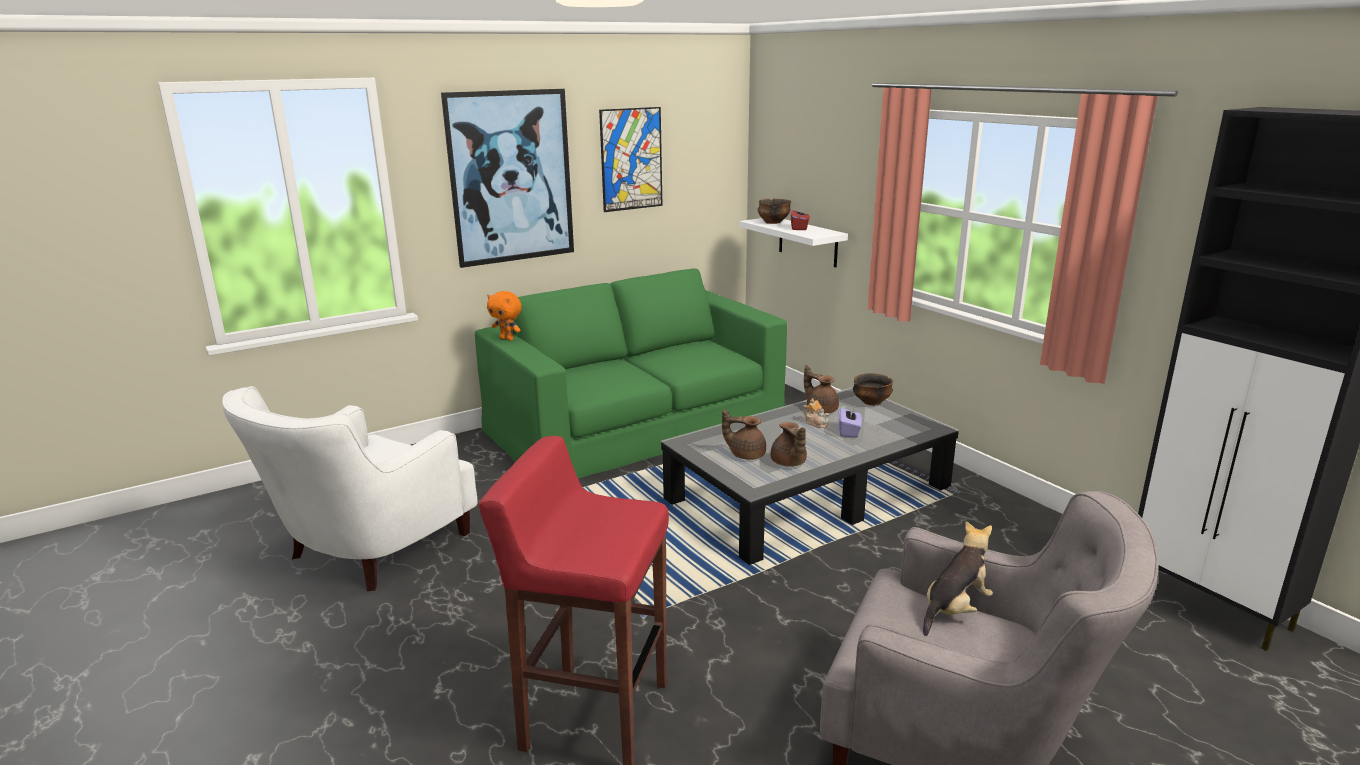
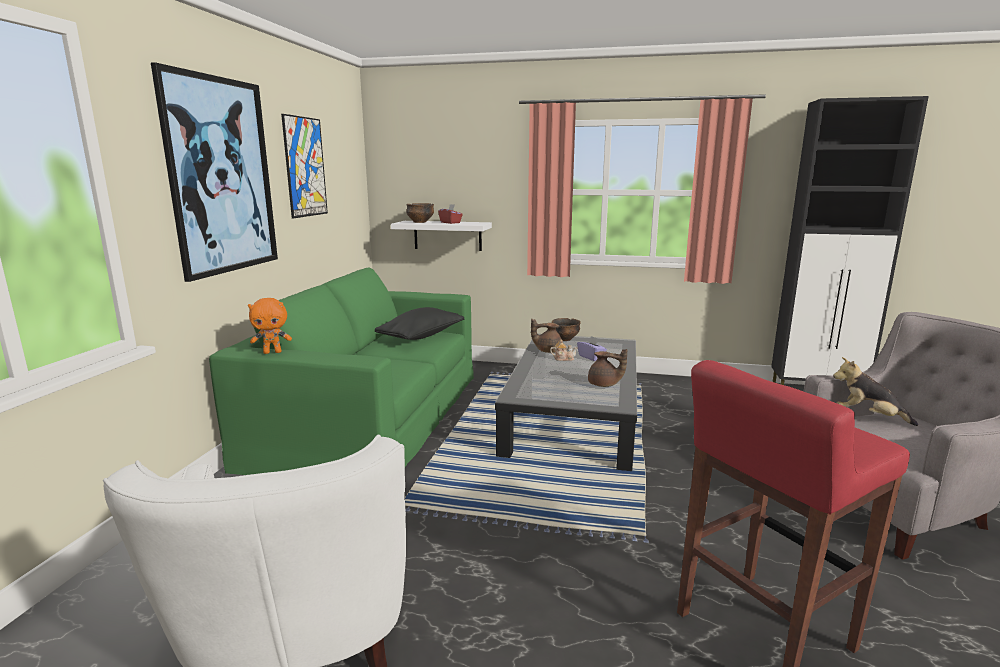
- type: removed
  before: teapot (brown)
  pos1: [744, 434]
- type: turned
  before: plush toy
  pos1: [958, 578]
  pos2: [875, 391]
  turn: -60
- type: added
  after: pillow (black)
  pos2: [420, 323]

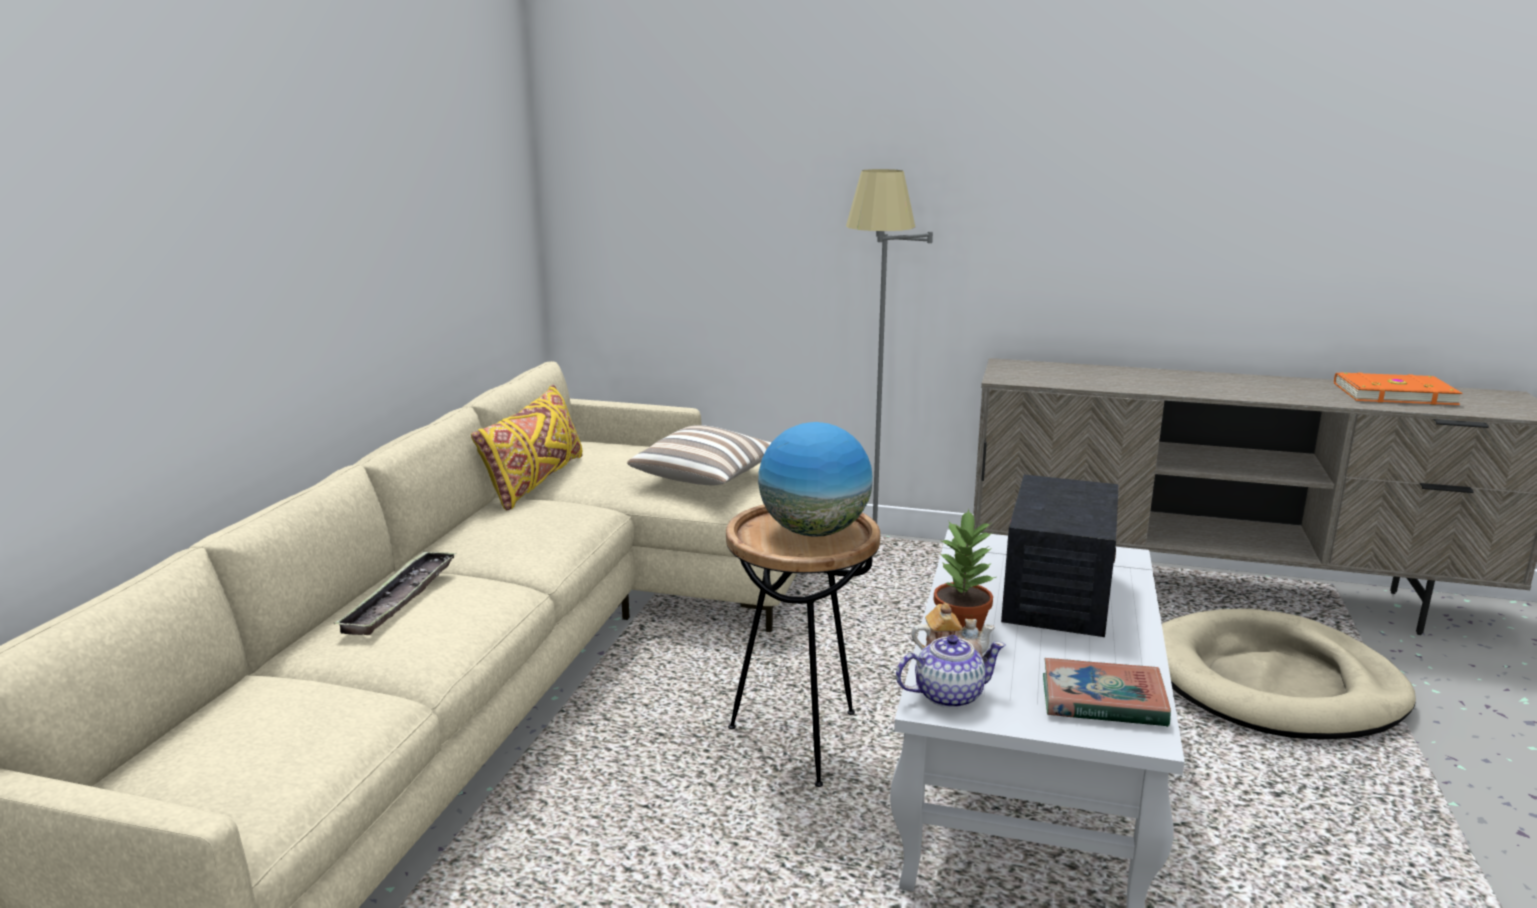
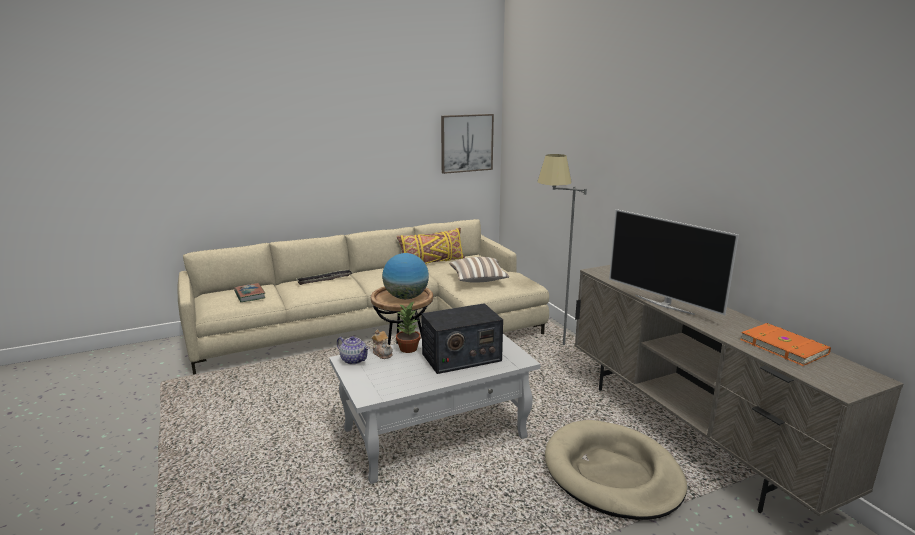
- type: moved
  before: book
  pos1: [1107, 692]
  pos2: [249, 292]
- type: added
  after: picture
  pos2: [467, 144]
- type: added
  after: television
  pos2: [674, 262]

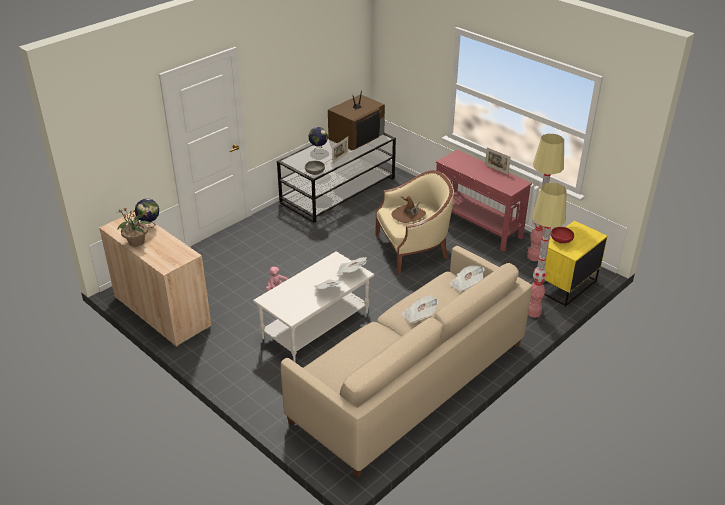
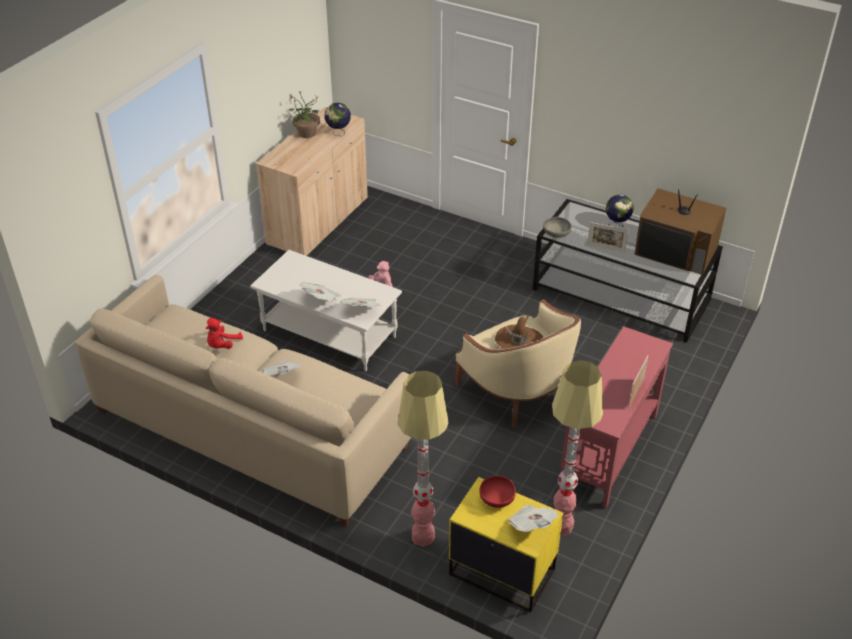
- type: moved
  before: newspaper
  pos1: [467, 278]
  pos2: [533, 518]
- type: added
  after: plush toy (red)
  pos2: [224, 333]

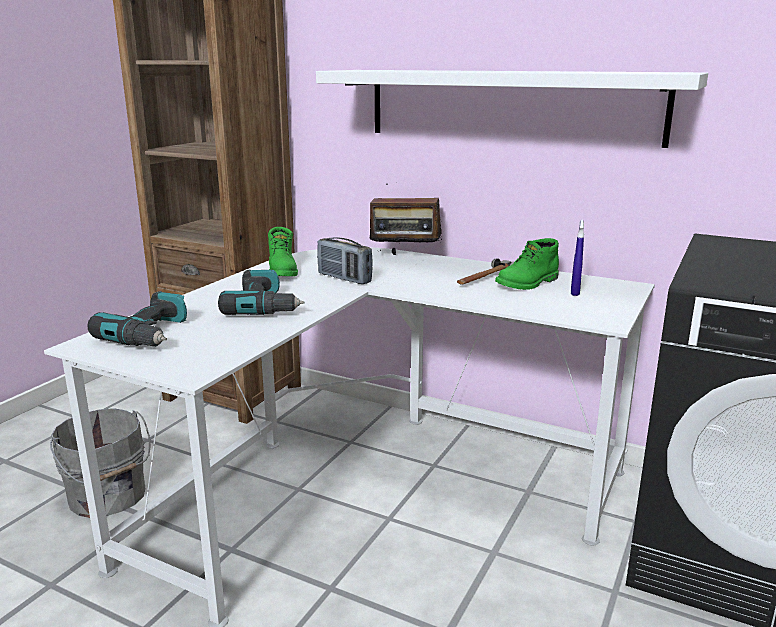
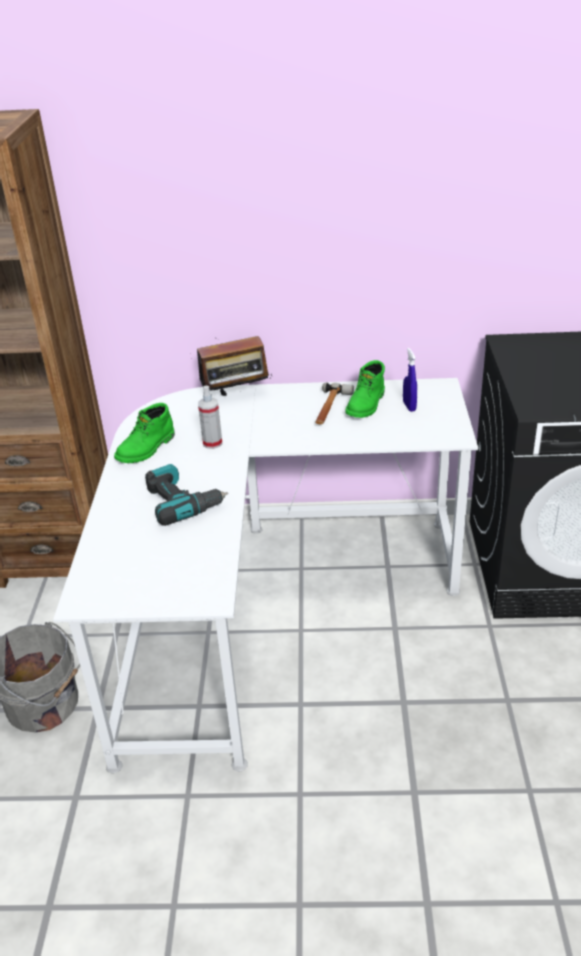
- type: removed
  before: power drill
  pos1: [137, 319]
- type: turned
  before: boot (green)
  pos1: [283, 251]
  pos2: [144, 433]
  turn: 75
- type: removed
  before: shelf (white)
  pos1: [512, 109]
- type: replaced
  before: radio
  after: spray bottle
  pos1: [345, 261]
  pos2: [210, 417]

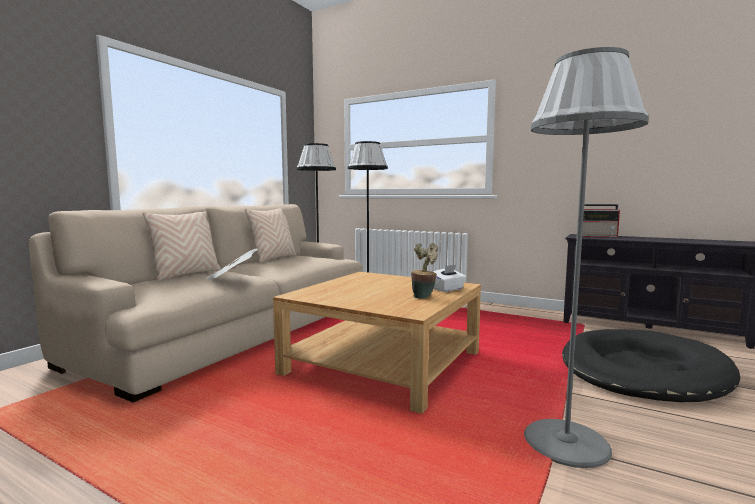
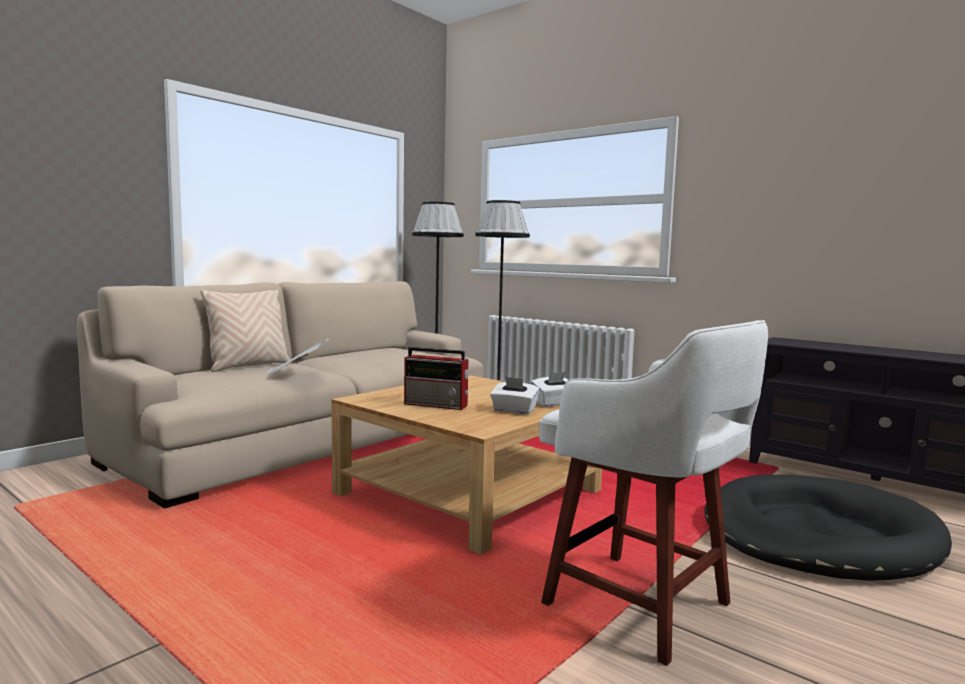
- type: removed
  before: pillow (beige)
  pos1: [270, 235]
- type: replaced
  before: potted plant
  after: tissue box (white)
  pos1: [424, 270]
  pos2: [515, 395]
- type: replaced
  before: floor lamp (grey)
  after: stool (white)
  pos1: [586, 257]
  pos2: [653, 493]
- type: moved
  before: radio
  pos1: [601, 220]
  pos2: [437, 378]

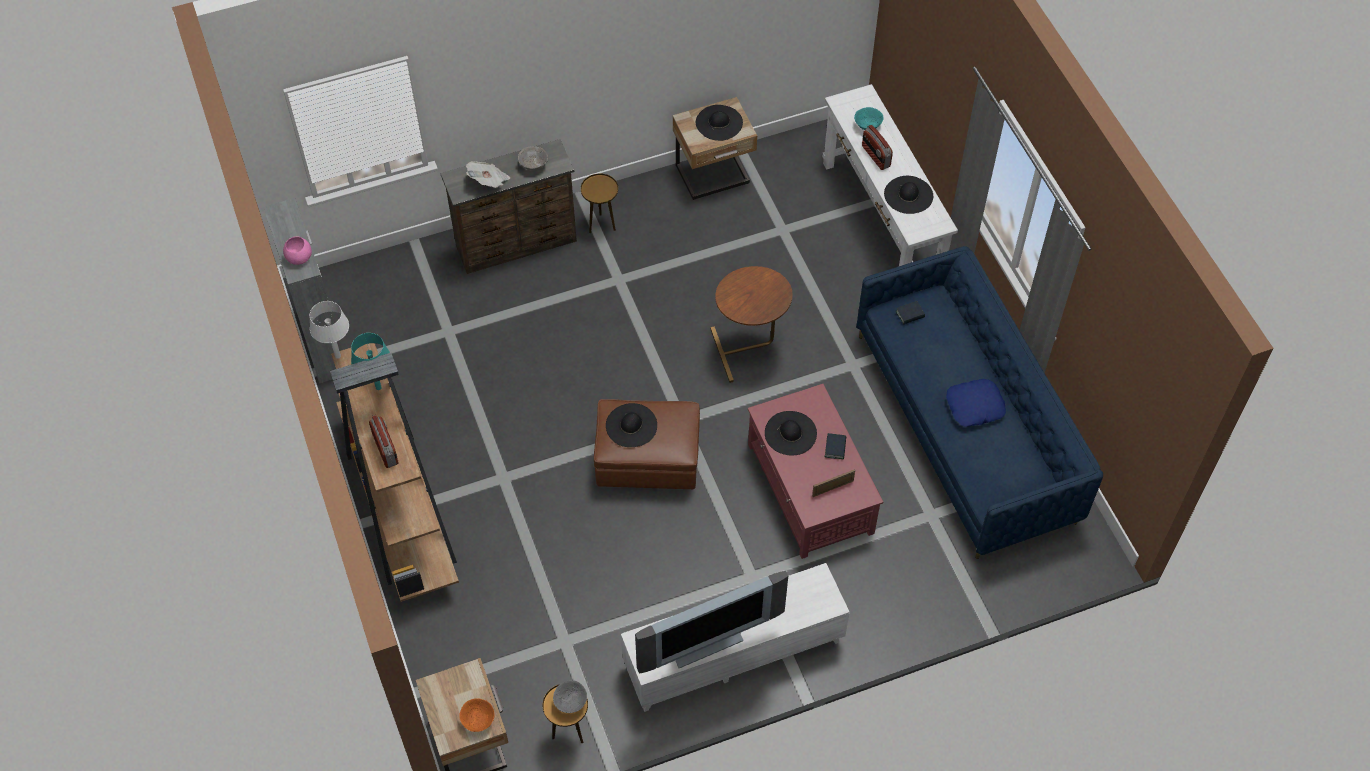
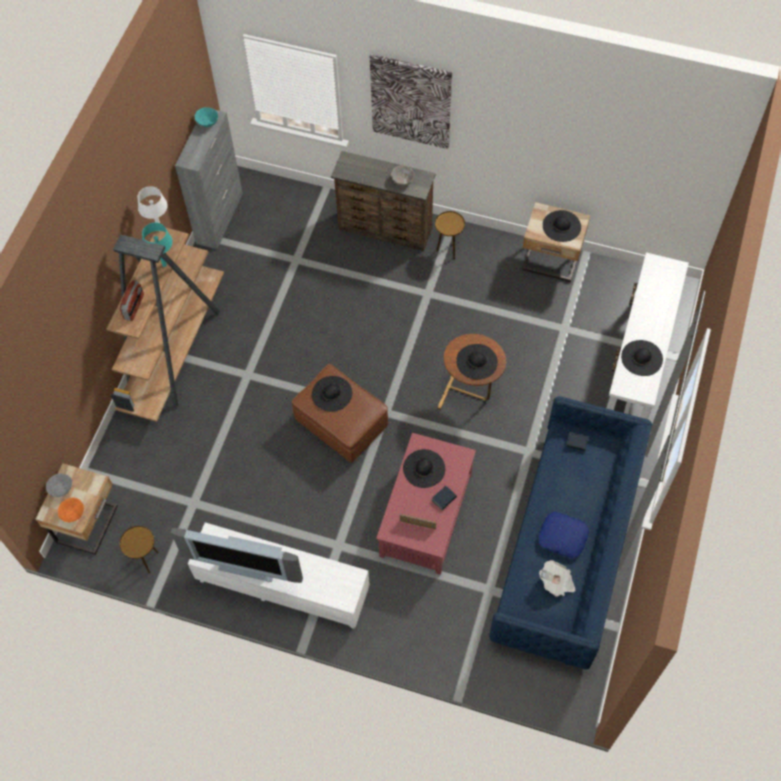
- type: removed
  before: bowl (pink)
  pos1: [297, 251]
- type: moved
  before: newspaper
  pos1: [488, 174]
  pos2: [557, 578]
- type: moved
  before: bowl (grey)
  pos1: [570, 696]
  pos2: [59, 485]
- type: moved
  before: bowl (turquoise)
  pos1: [869, 118]
  pos2: [206, 117]
- type: removed
  before: radio
  pos1: [877, 147]
- type: added
  after: picture
  pos2: [411, 101]
- type: added
  after: hat (black)
  pos2: [477, 361]

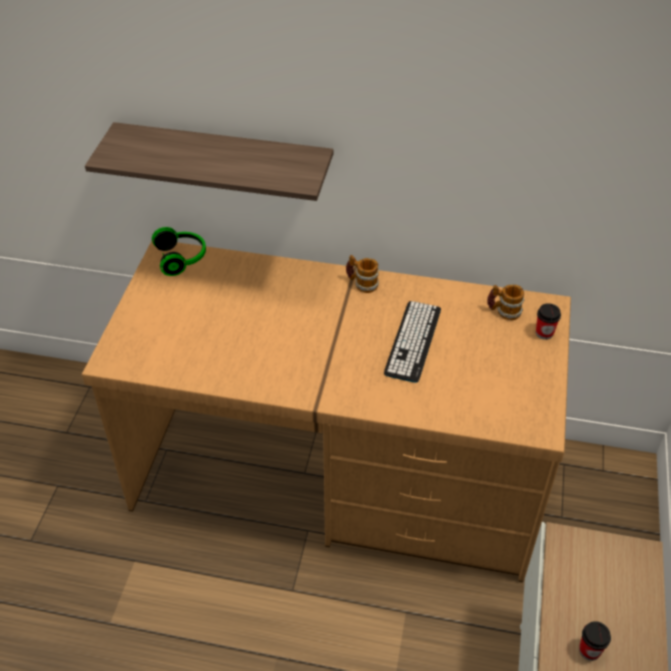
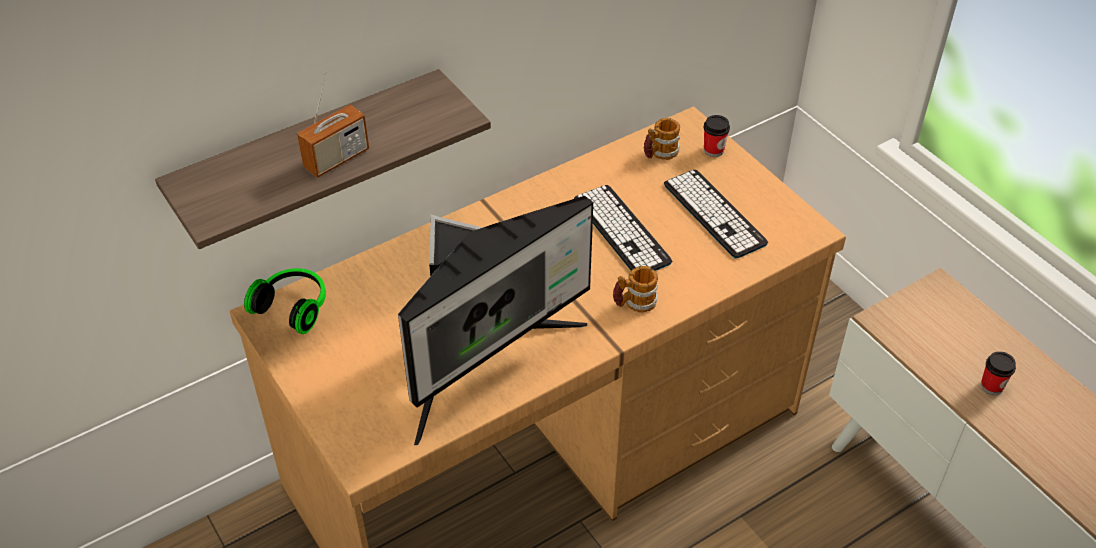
- type: moved
  before: mug
  pos1: [362, 274]
  pos2: [635, 289]
- type: added
  after: radio
  pos2: [333, 124]
- type: added
  after: monitor
  pos2: [495, 320]
- type: added
  after: keyboard
  pos2: [716, 214]

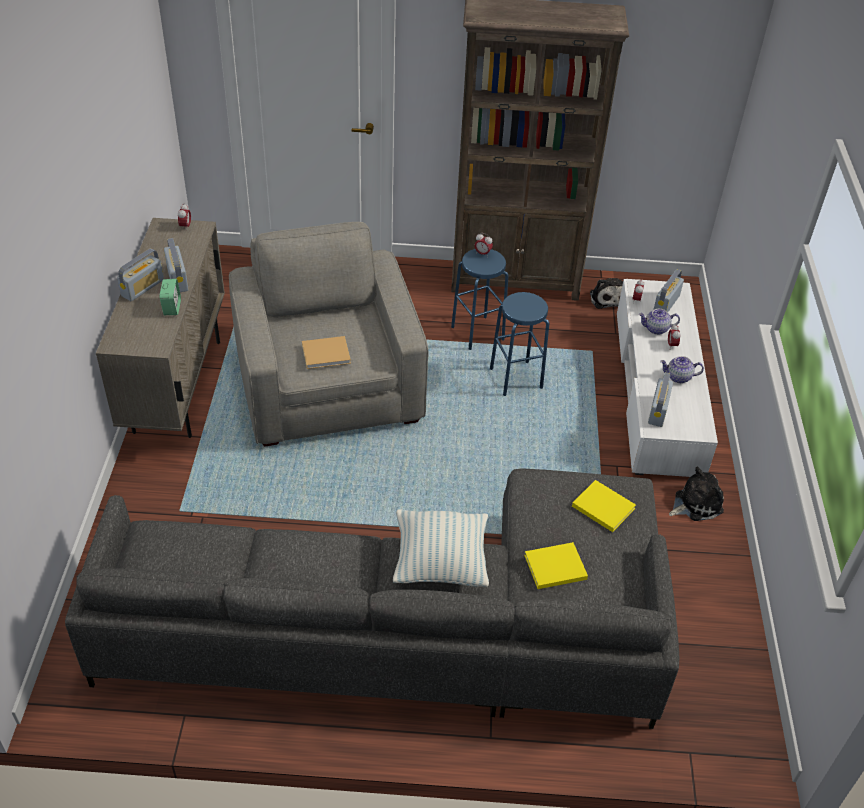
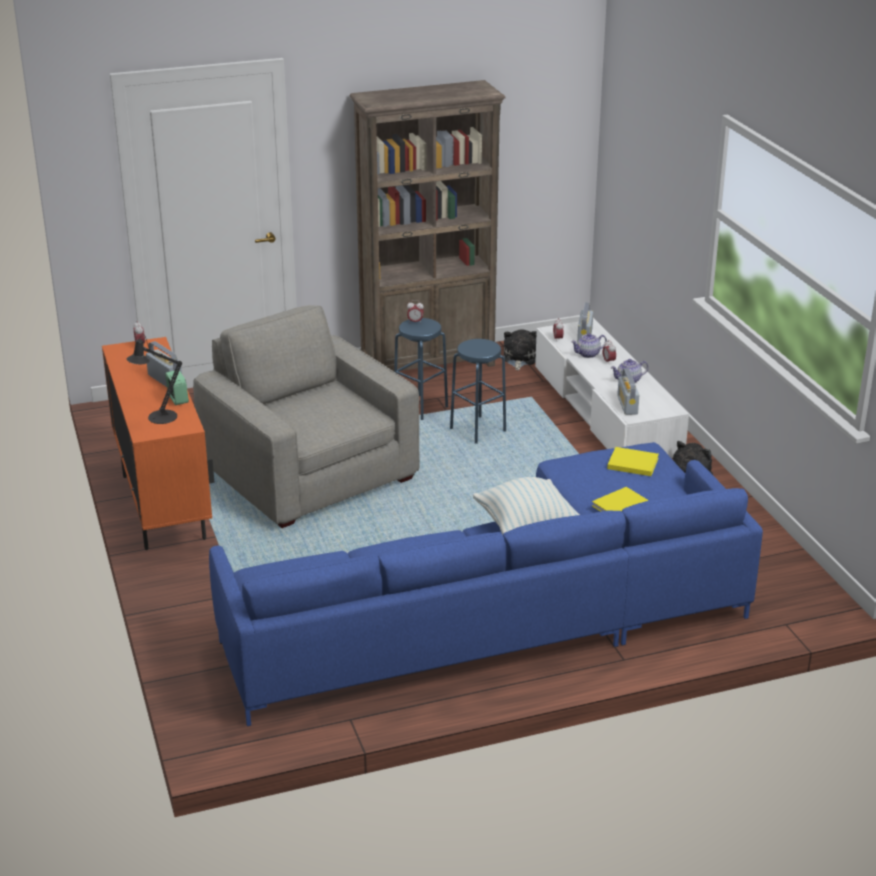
- type: recoloured
  before: sofa (grey)
  after: sofa (blue)
  pos1: [372, 598]
  pos2: [486, 584]
- type: recoloured
  before: cabinet (beige)
  after: cabinet (orange)
  pos1: [160, 328]
  pos2: [158, 443]
- type: removed
  before: radio
  pos1: [140, 275]
- type: removed
  before: book (beige)
  pos1: [326, 352]
- type: turned
  before: plush toy
  pos1: [606, 293]
  pos2: [520, 350]
  turn: -135
- type: added
  after: table lamp (black)
  pos2: [154, 379]

